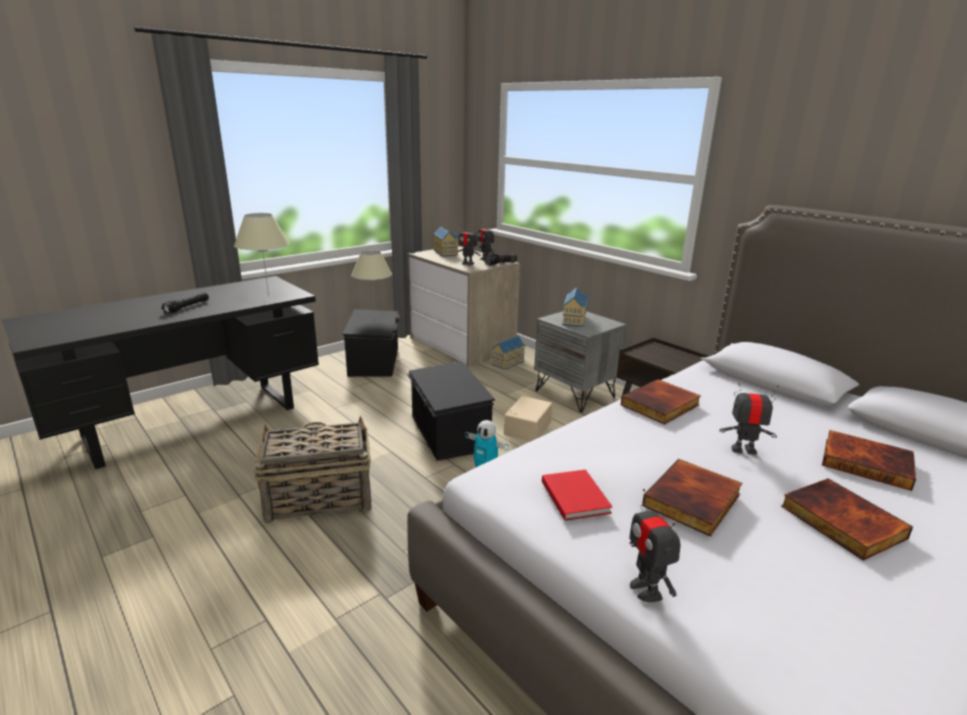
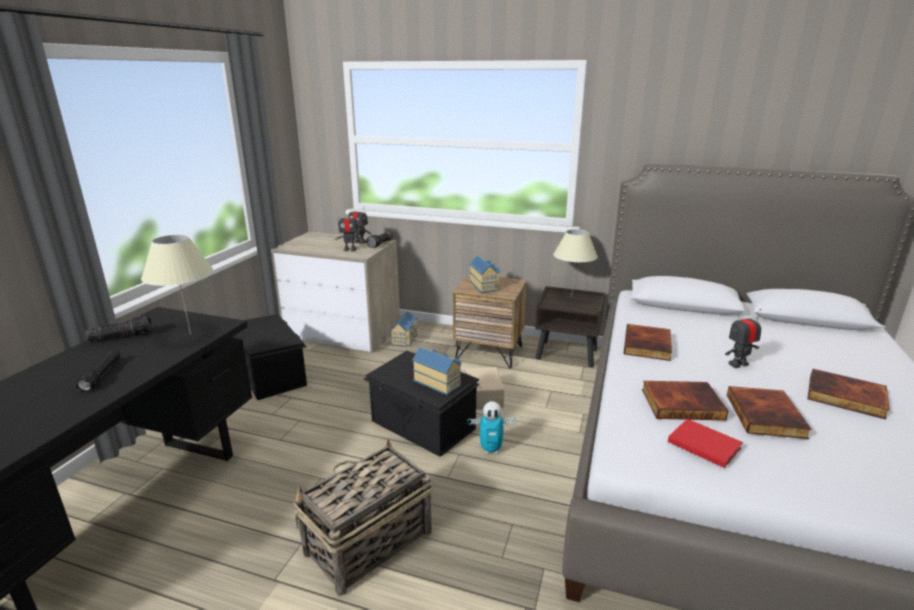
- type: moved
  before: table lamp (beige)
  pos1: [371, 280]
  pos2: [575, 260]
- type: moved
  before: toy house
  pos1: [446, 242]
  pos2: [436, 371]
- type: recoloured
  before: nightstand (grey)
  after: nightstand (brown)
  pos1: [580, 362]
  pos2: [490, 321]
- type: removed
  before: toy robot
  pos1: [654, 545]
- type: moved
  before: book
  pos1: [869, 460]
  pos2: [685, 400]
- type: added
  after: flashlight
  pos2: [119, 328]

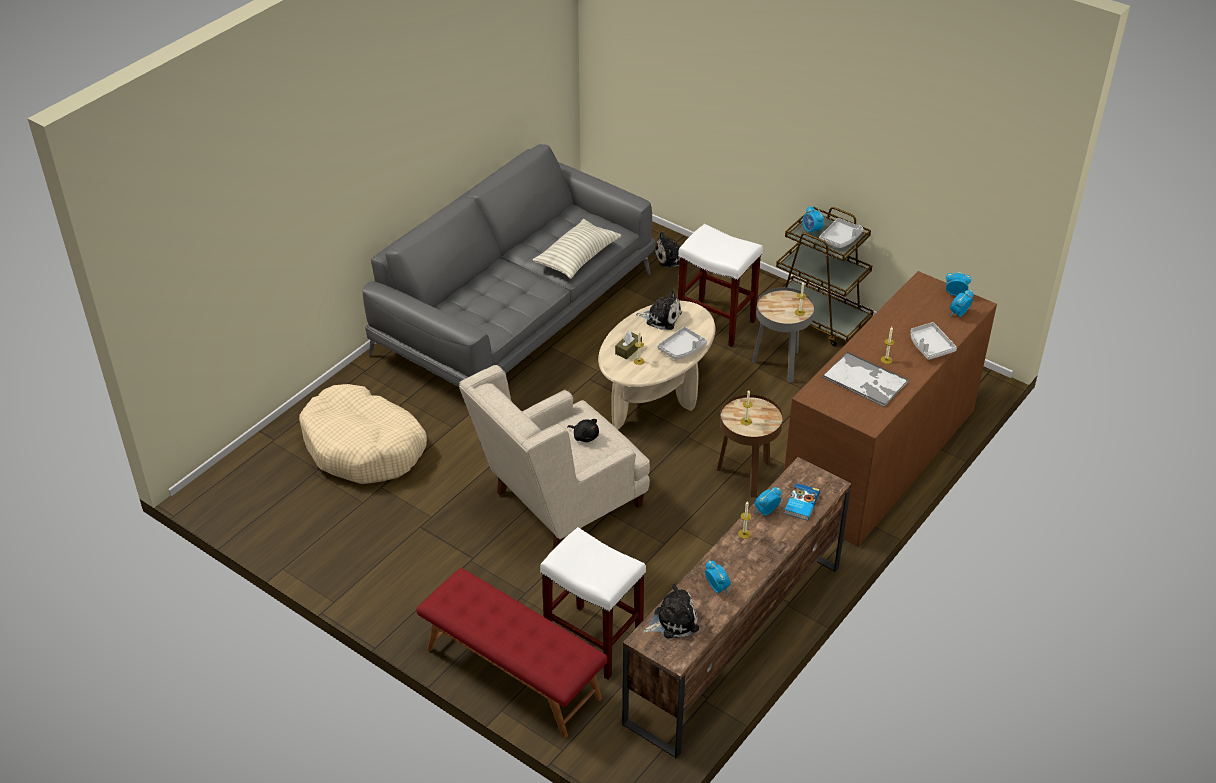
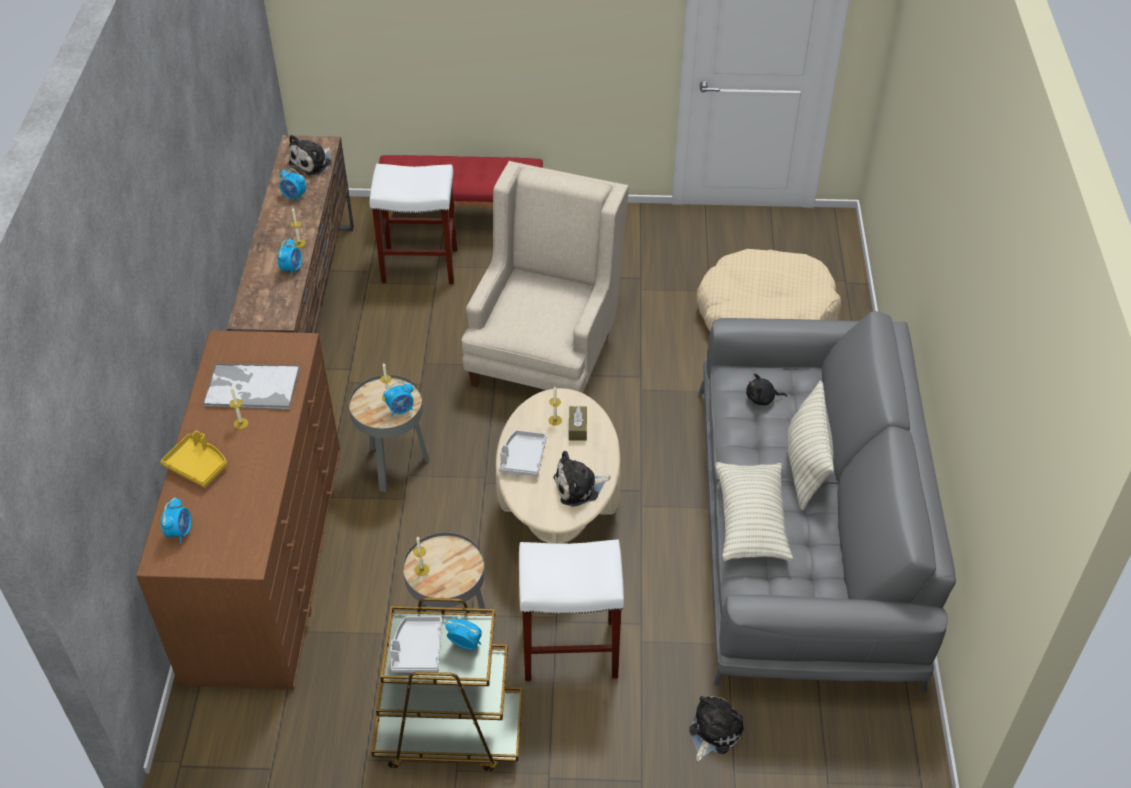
- type: moved
  before: plush toy (black)
  pos1: [583, 430]
  pos2: [766, 389]
- type: recoloured
  before: side table (brown)
  after: side table (grey)
  pos1: [750, 445]
  pos2: [389, 433]
- type: removed
  before: book
  pos1: [802, 502]
- type: recoloured
  before: tray (grey)
  after: tray (yellow)
  pos1: [933, 341]
  pos2: [194, 459]
- type: moved
  before: alarm clock
  pos1: [958, 284]
  pos2: [399, 399]
- type: added
  after: pillow
  pos2: [810, 445]

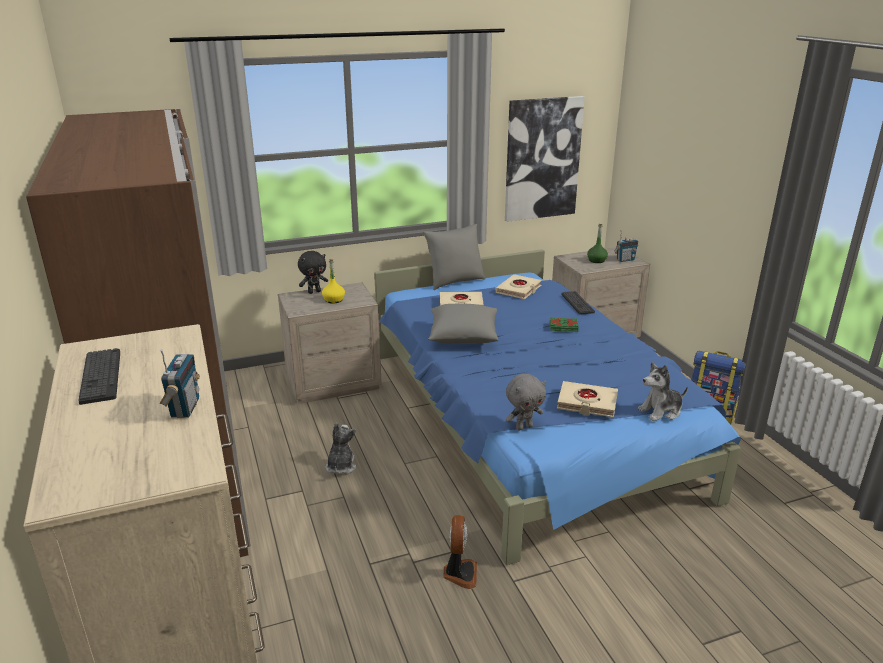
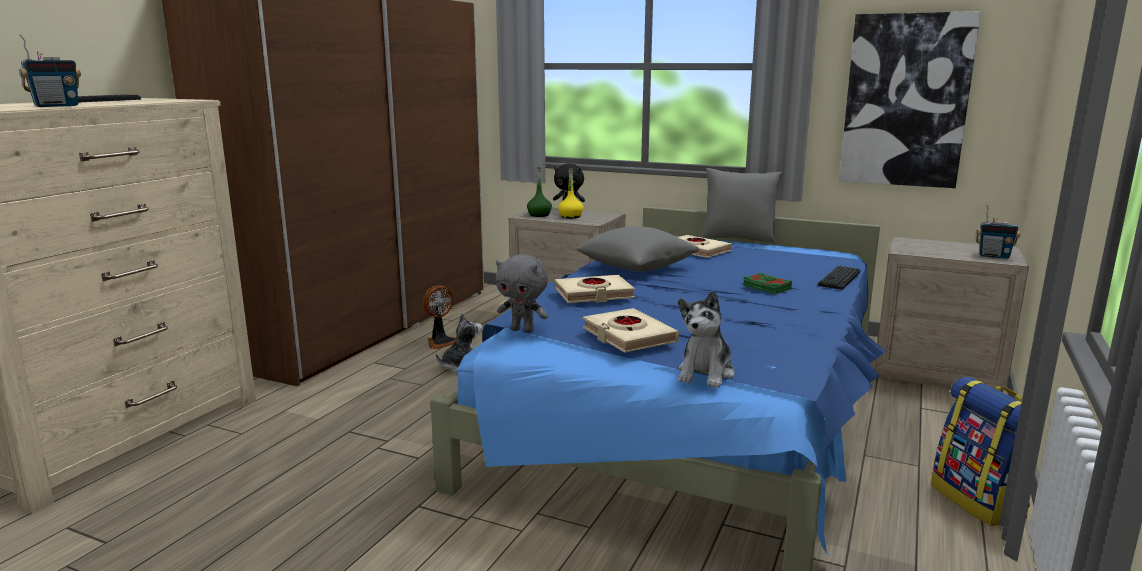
- type: moved
  before: fan
  pos1: [460, 552]
  pos2: [440, 317]
- type: moved
  before: book (beige)
  pos1: [518, 286]
  pos2: [595, 289]
- type: moved
  before: bottle (green)
  pos1: [597, 243]
  pos2: [539, 192]
- type: turned
  before: plush toy
  pos1: [663, 391]
  pos2: [706, 339]
  turn: -90

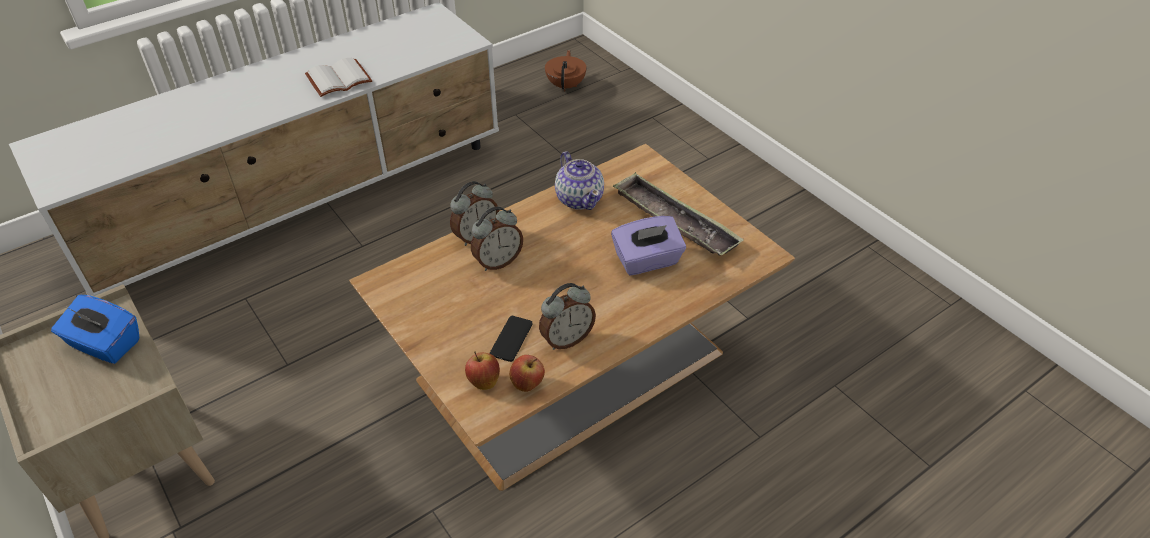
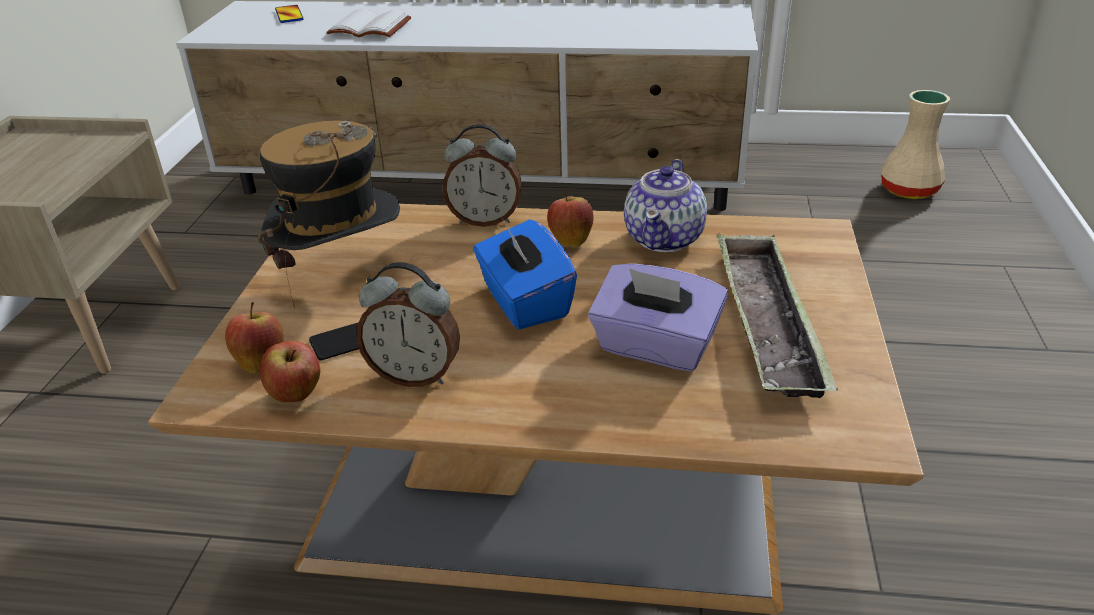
- type: moved
  before: tissue box (blue)
  pos1: [95, 329]
  pos2: [525, 273]
- type: moved
  before: book (white)
  pos1: [338, 77]
  pos2: [368, 23]
- type: removed
  before: alarm clock
  pos1: [497, 239]
- type: replaced
  before: teapot (brown)
  after: vase (beige)
  pos1: [566, 70]
  pos2: [915, 144]
- type: added
  after: hat
  pos2: [328, 214]
- type: added
  after: phone
  pos2: [289, 14]
- type: added
  after: apple
  pos2: [570, 217]

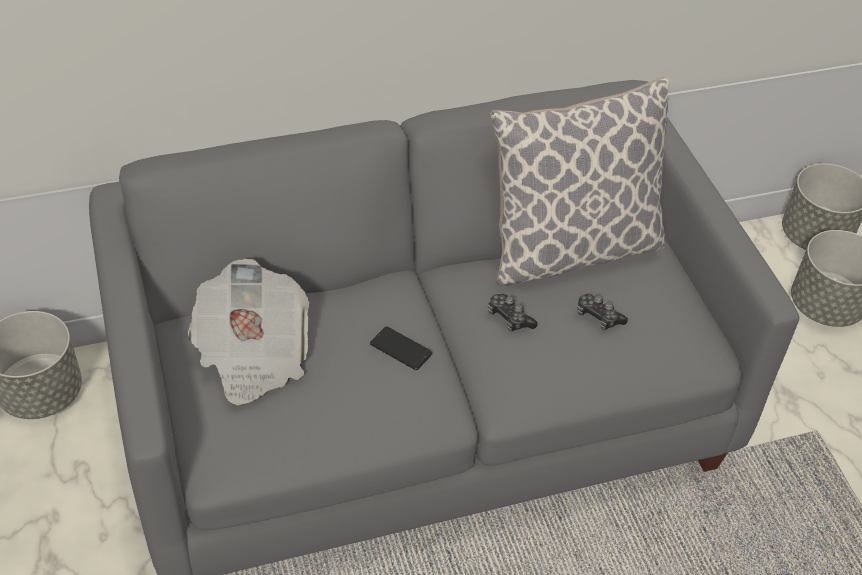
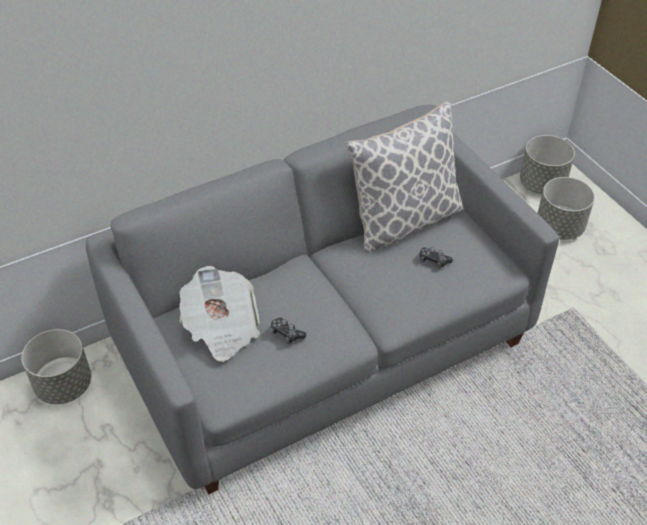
- type: removed
  before: phone
  pos1: [401, 348]
- type: moved
  before: game controller
  pos1: [513, 313]
  pos2: [288, 331]

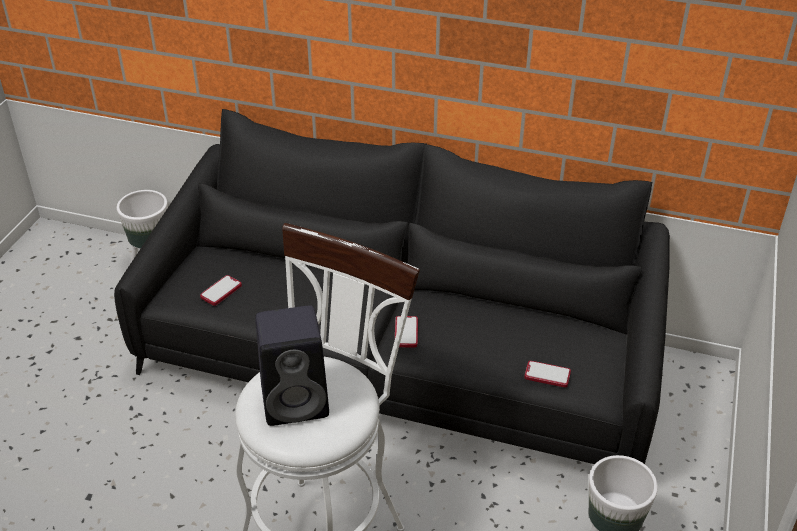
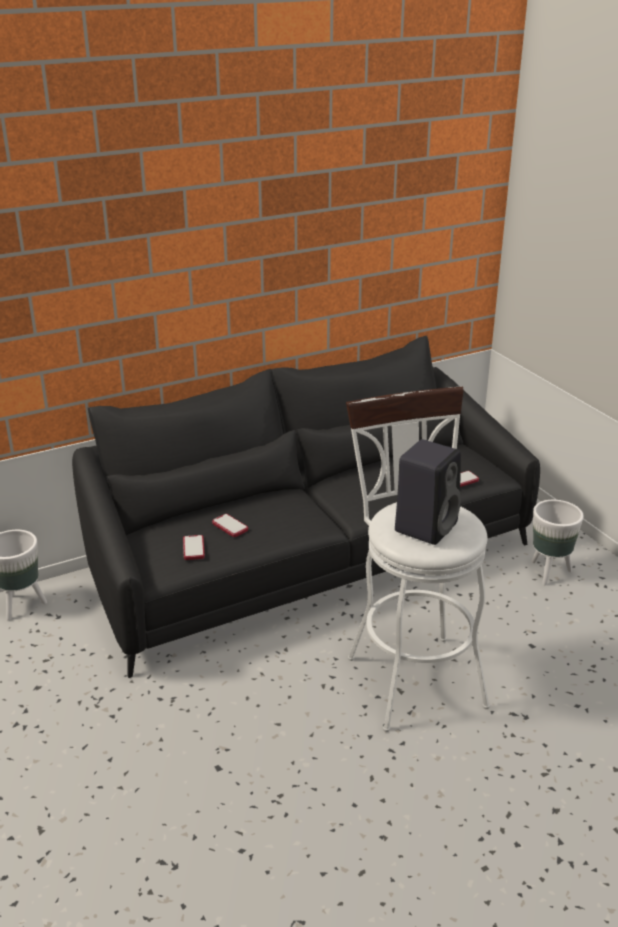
- type: moved
  before: phone
  pos1: [406, 332]
  pos2: [230, 525]

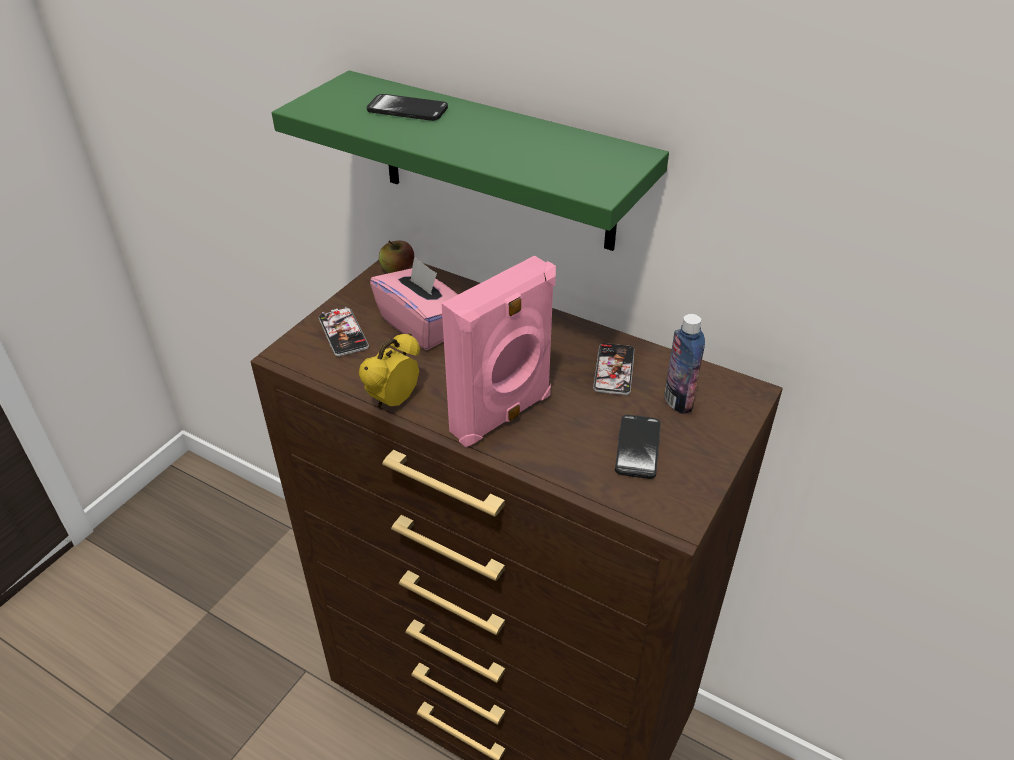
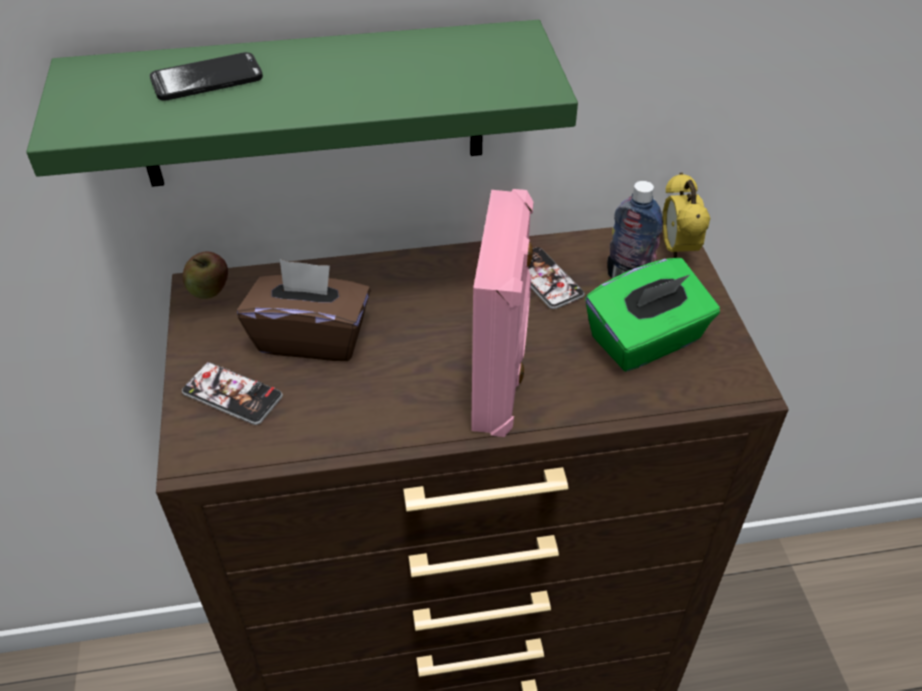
- type: moved
  before: alarm clock
  pos1: [389, 370]
  pos2: [686, 215]
- type: recoloured
  before: tissue box (pink)
  after: tissue box (brown)
  pos1: [414, 303]
  pos2: [304, 310]
- type: replaced
  before: phone
  after: tissue box (green)
  pos1: [638, 447]
  pos2: [652, 315]

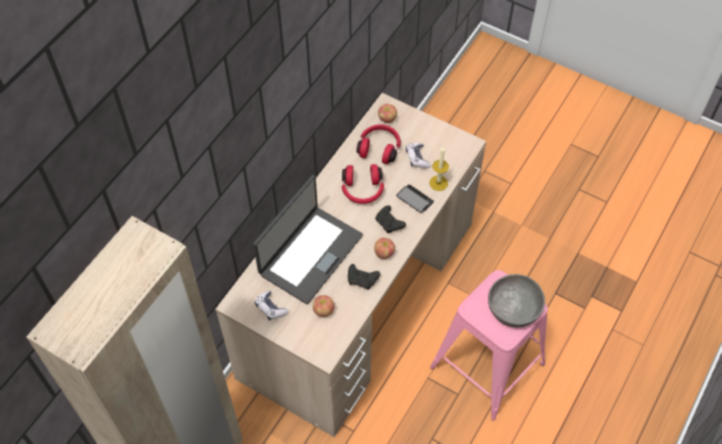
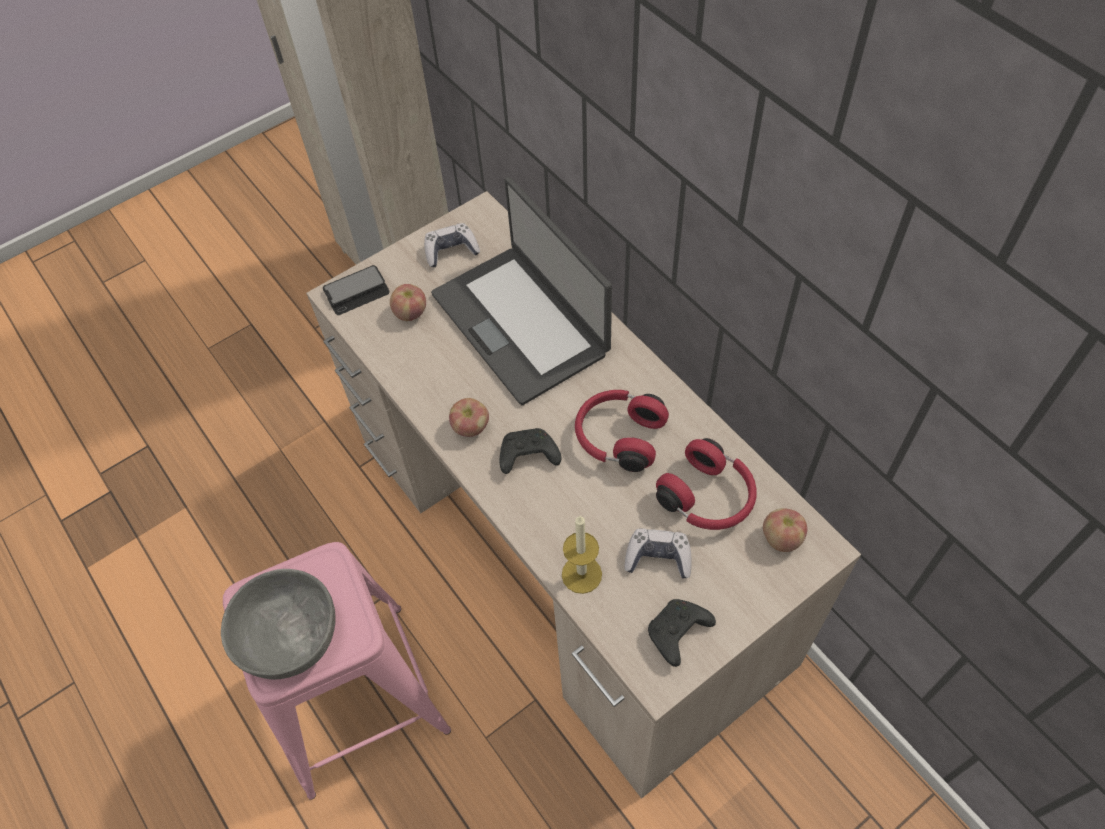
- type: moved
  before: game controller (black)
  pos1: [364, 277]
  pos2: [682, 633]
- type: moved
  before: phone
  pos1: [415, 199]
  pos2: [356, 290]

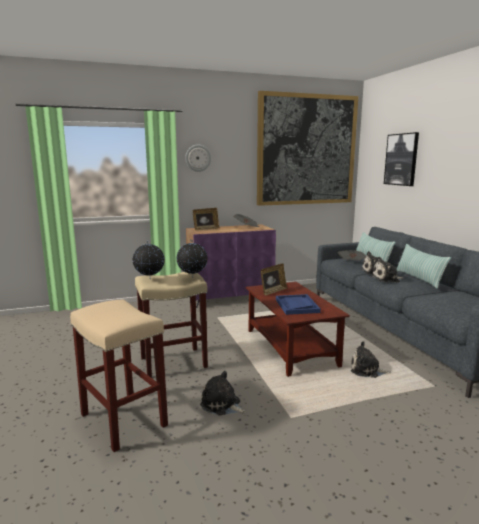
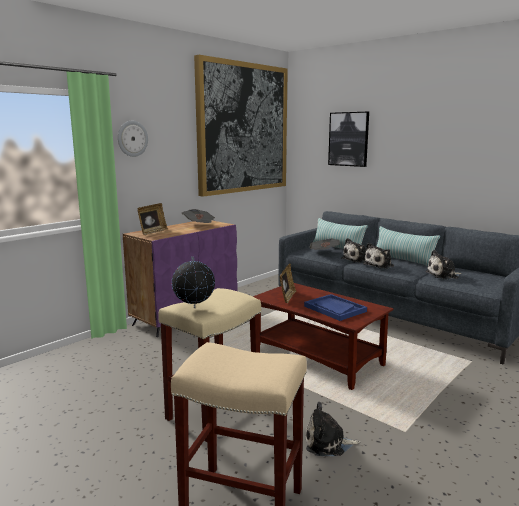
- type: removed
  before: globe
  pos1: [192, 258]
- type: moved
  before: plush toy
  pos1: [371, 359]
  pos2: [443, 264]

